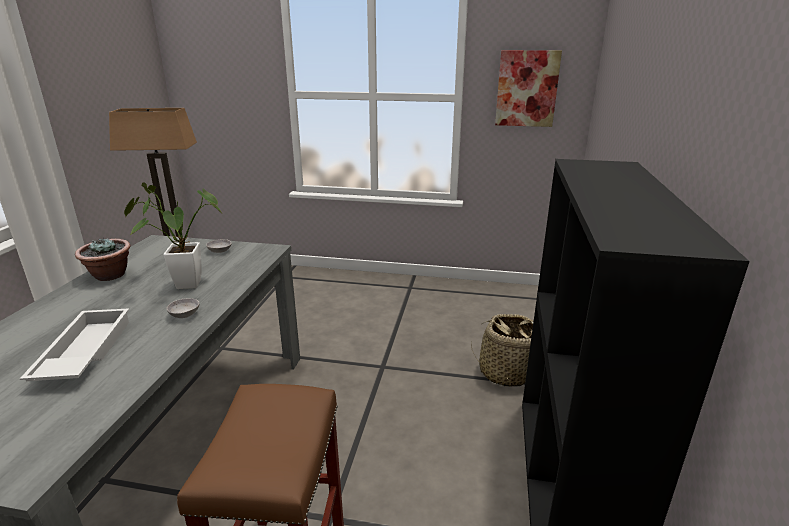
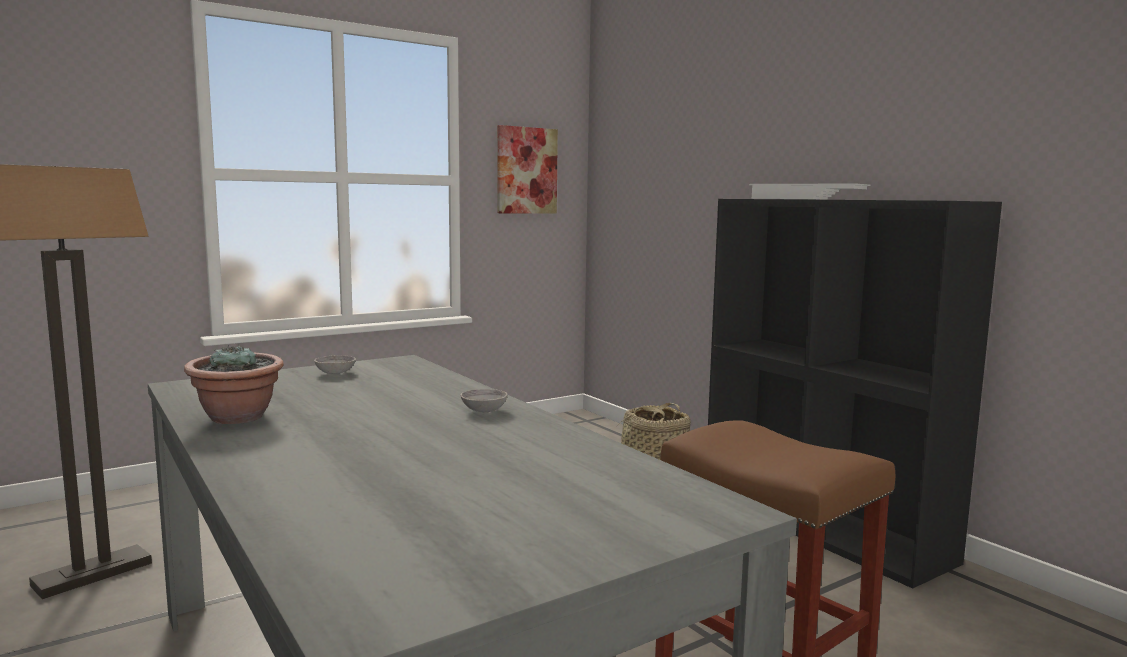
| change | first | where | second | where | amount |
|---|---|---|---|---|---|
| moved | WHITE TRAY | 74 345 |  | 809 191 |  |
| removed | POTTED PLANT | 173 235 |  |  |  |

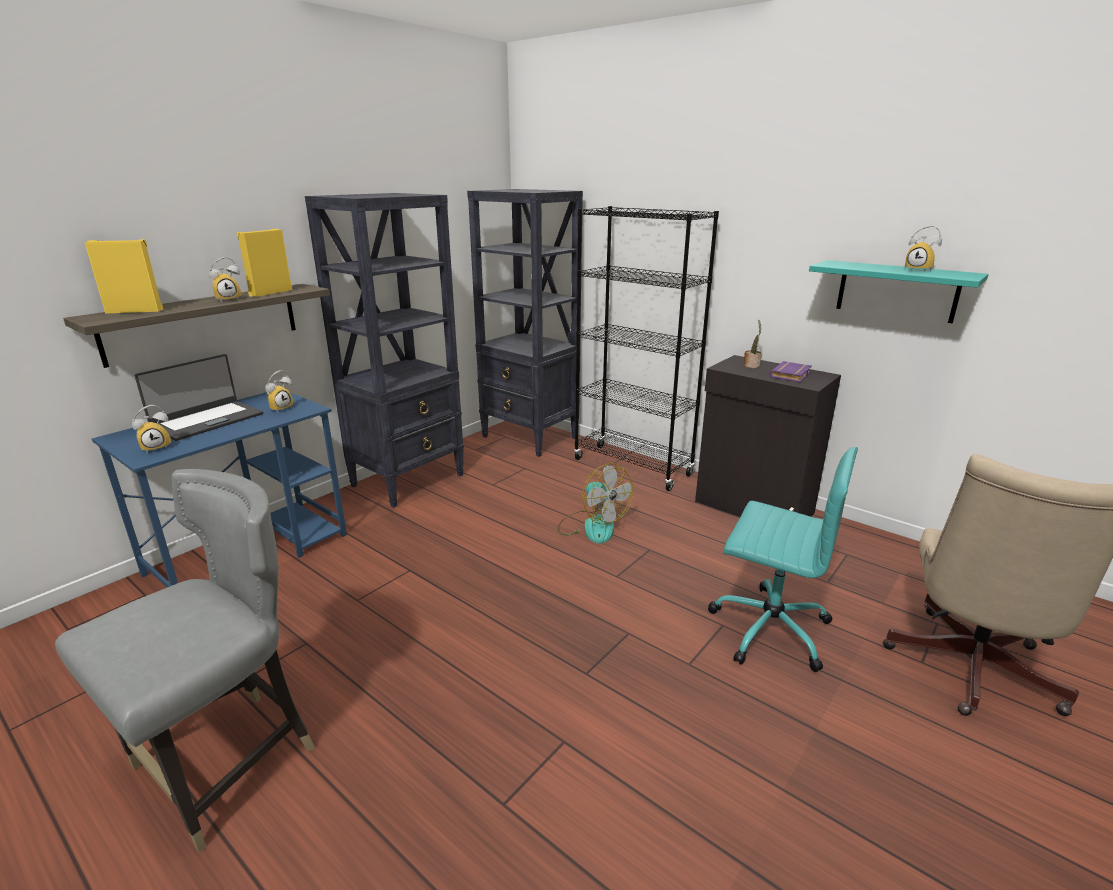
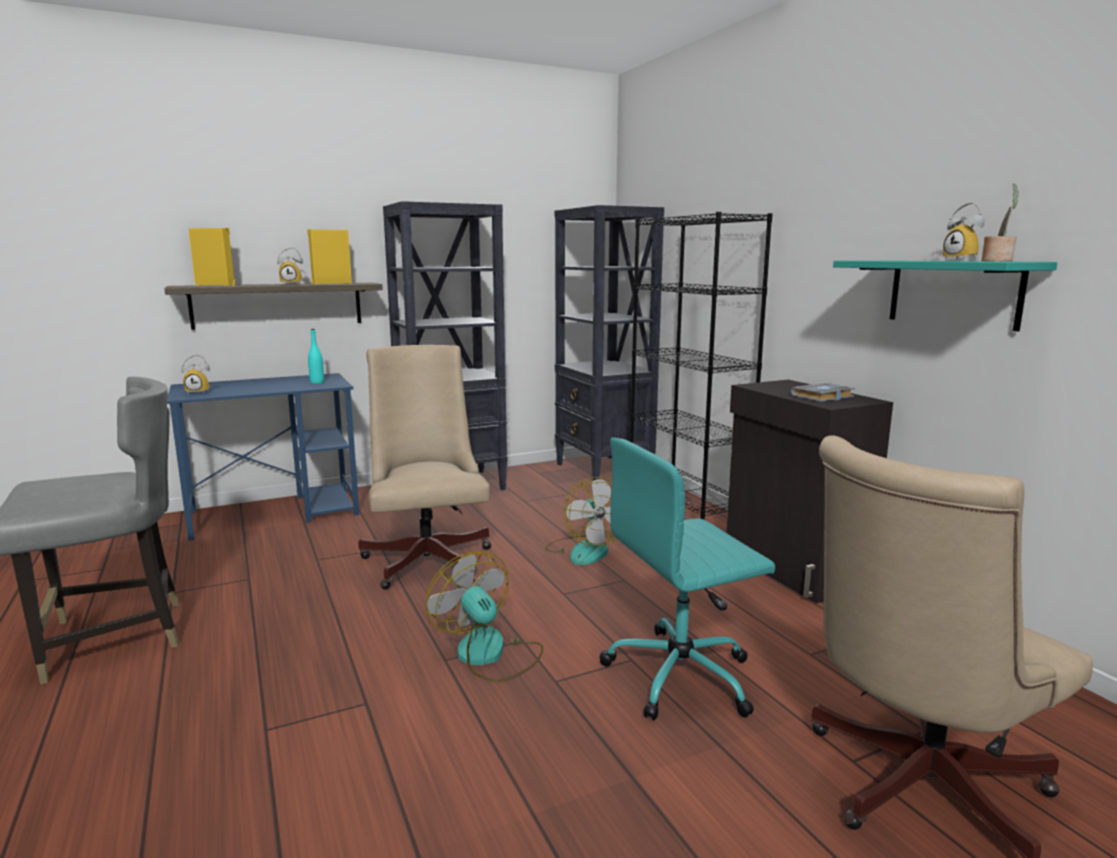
| change | first | where | second | where | amount |
|---|---|---|---|---|---|
| removed | LAPTOP | 198 397 |  |  |  |
| replaced | ALARM CLOCK | 279 391 | TURQUOISE BOTTLE | 316 356 |  |
| turned | TURQUOISE OFFICE CHAIR | 783 559 |  | 687 579 | 105 degrees clockwise |
| moved | POTTED PLANT | 752 344 |  | 1000 222 |  |
| recoloured | PURPLE BOOK | 790 371 | GREY BOOK | 823 392 |  |
| added |  |  | BEIGE OFFICE CHAIR | 424 467 |  |
| added |  |  | FAN | 485 617 |  |

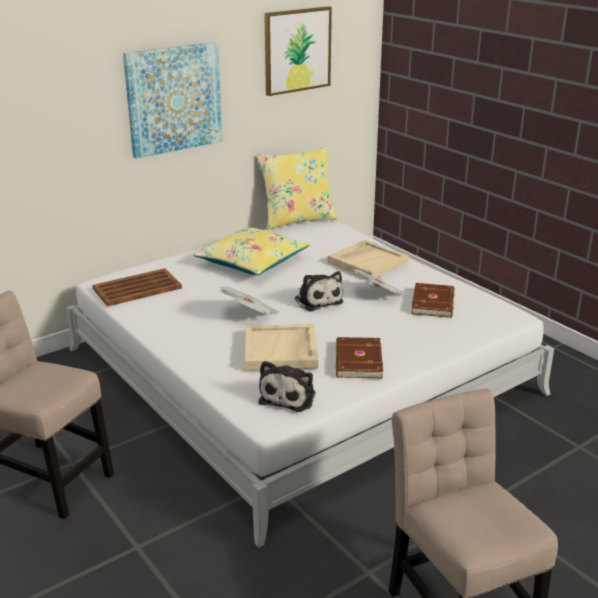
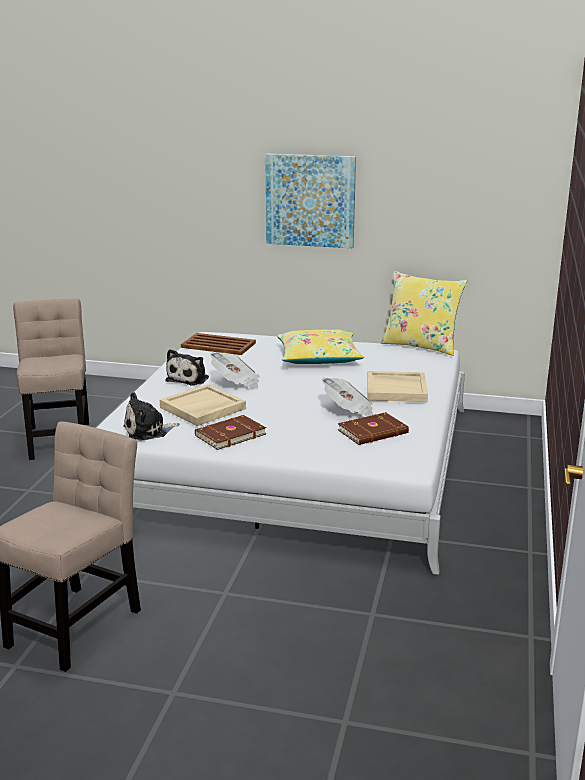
| change | first | where | second | where | amount |
|---|---|---|---|---|---|
| removed | PICTURE | 298 51 |  |  |  |
| moved | PLUSH TOY | 318 291 |  | 187 367 |  |

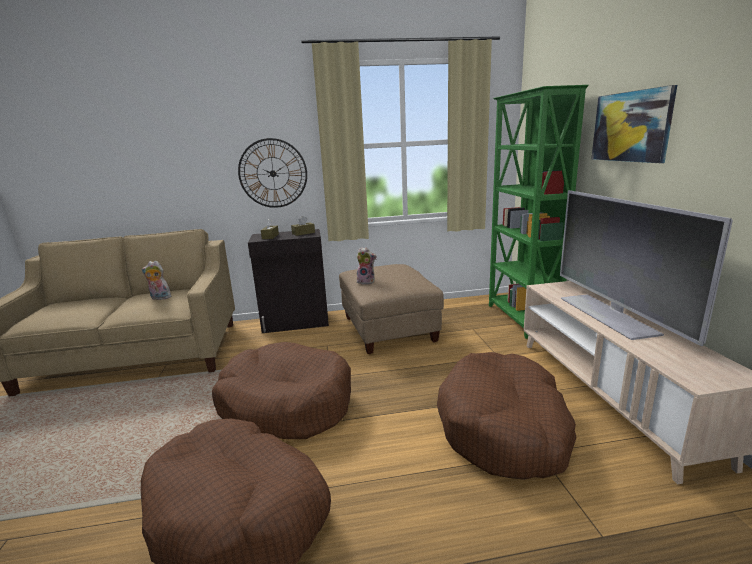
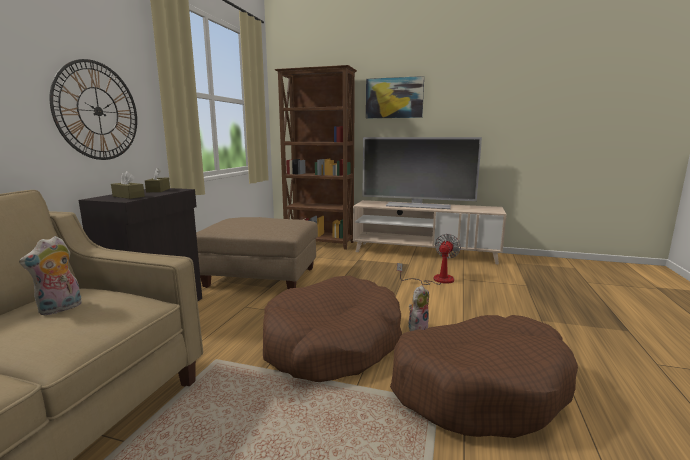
| change | first | where | second | where | amount |
|---|---|---|---|---|---|
| moved | PLUSH TOY | 367 266 |  | 419 308 |  |
| replaced | BROWN DOG BED | 507 416 | FAN | 429 259 |  |
| recoloured | GREEN BOOKCASE | 539 212 | BROWN BOOKCASE | 315 157 |  |

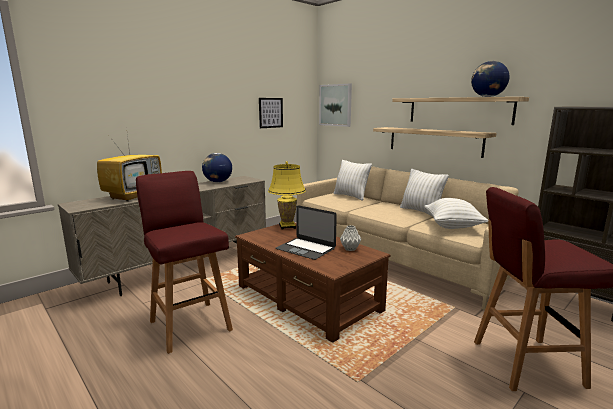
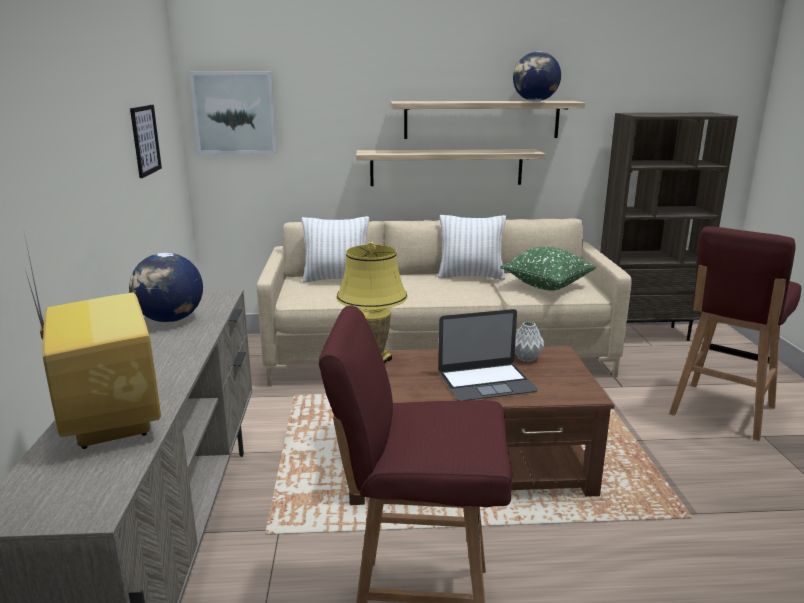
| change | first | where | second | where | amount |
|---|---|---|---|---|---|
| recoloured | WHITE PILLOW | 456 213 | GREEN PILLOW | 548 269 |  |

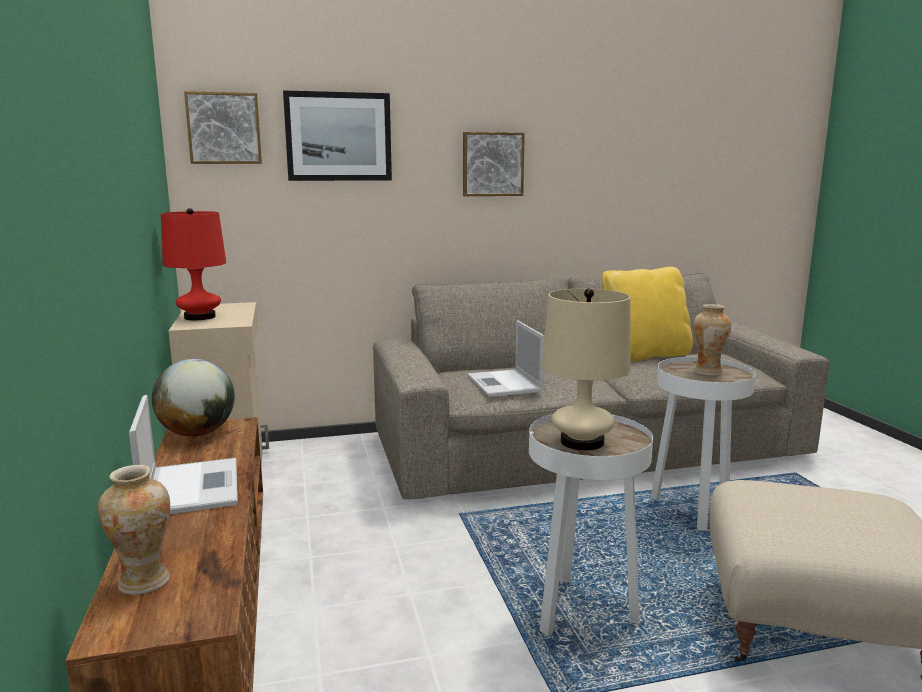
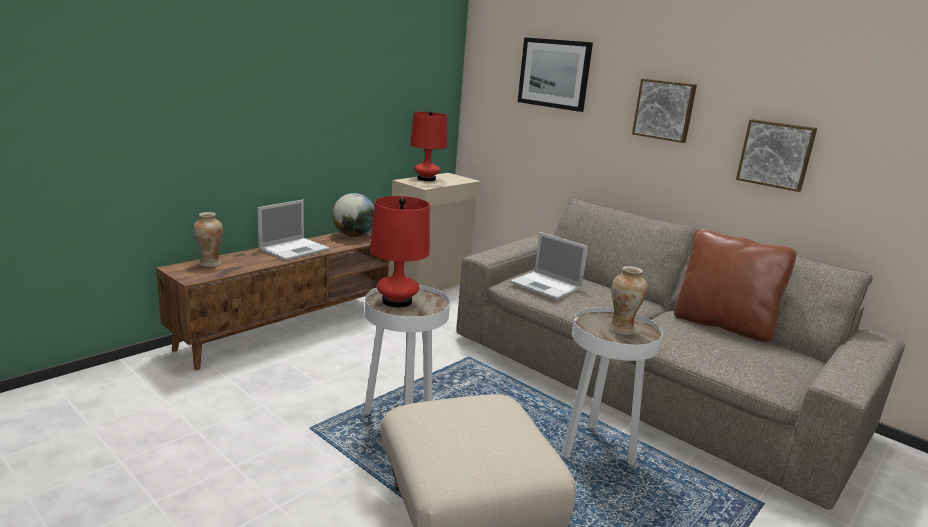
| change | first | where | second | where | amount |
|---|---|---|---|---|---|
| moved | PICTURE | 223 127 |  | 776 155 |  |
| turned | LAPTOP | 506 358 |  | 549 266 | 90 degrees counterclockwise |
| recoloured | BEIGE TABLE LAMP | 586 369 | RED TABLE LAMP | 400 252 |  |
| recoloured | YELLOW PILLOW | 647 314 | BROWN PILLOW | 735 286 |  |

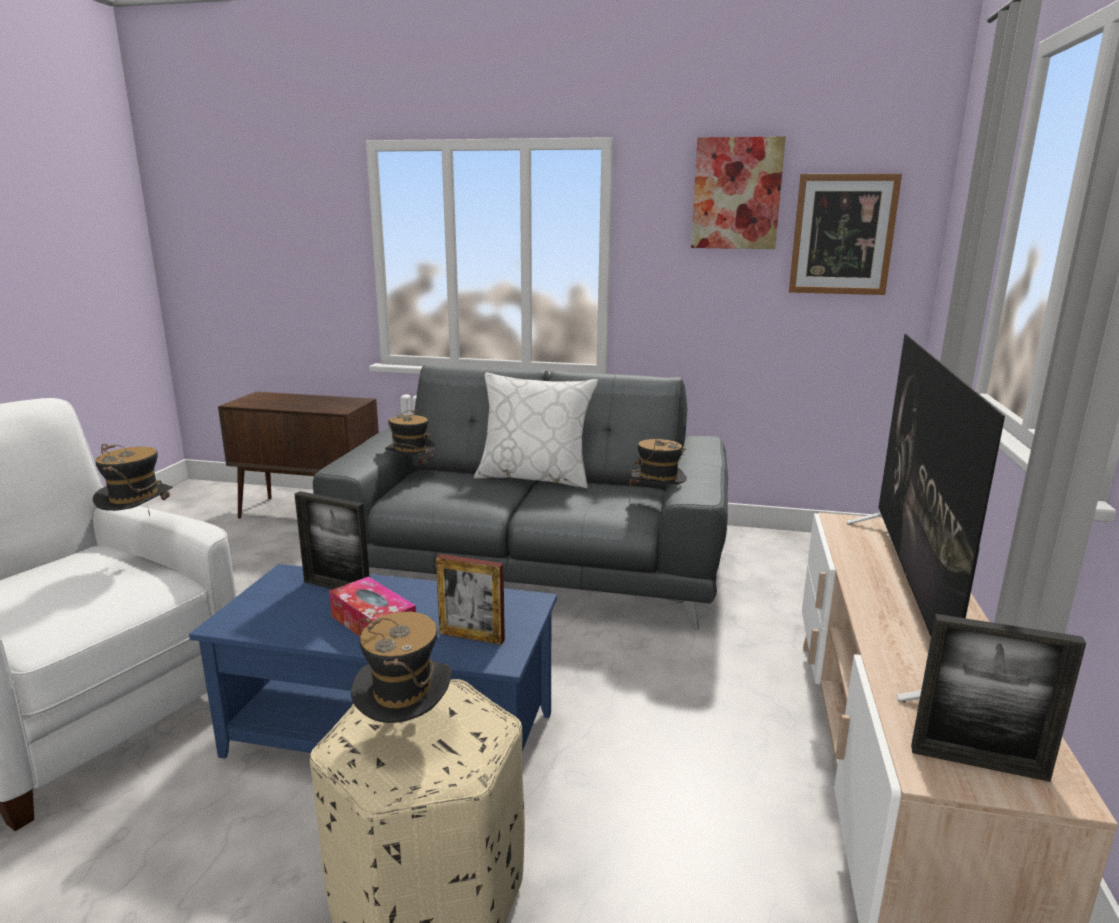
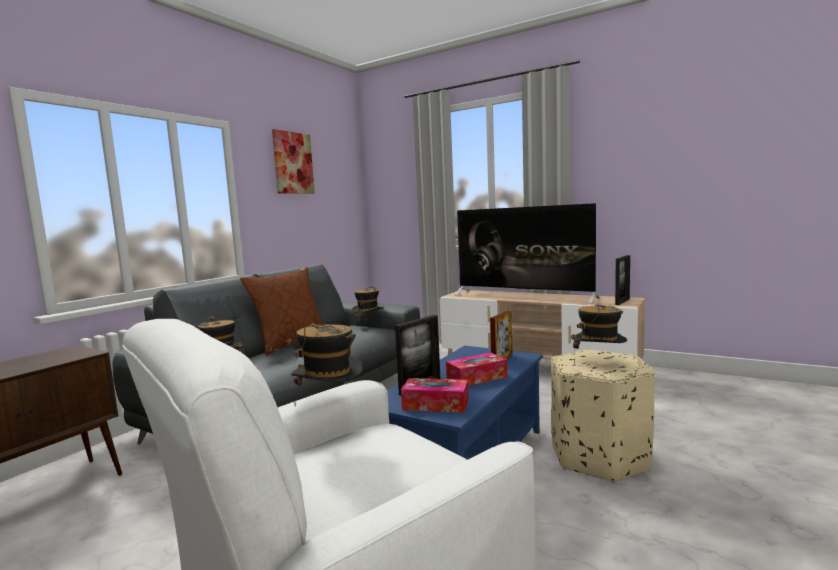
| change | first | where | second | where | amount |
|---|---|---|---|---|---|
| recoloured | WHITE PILLOW | 536 430 | BROWN PILLOW | 282 311 |  |
| removed | PICTURE | 845 234 |  |  |  |
| added |  |  | TISSUE BOX | 434 395 |  |

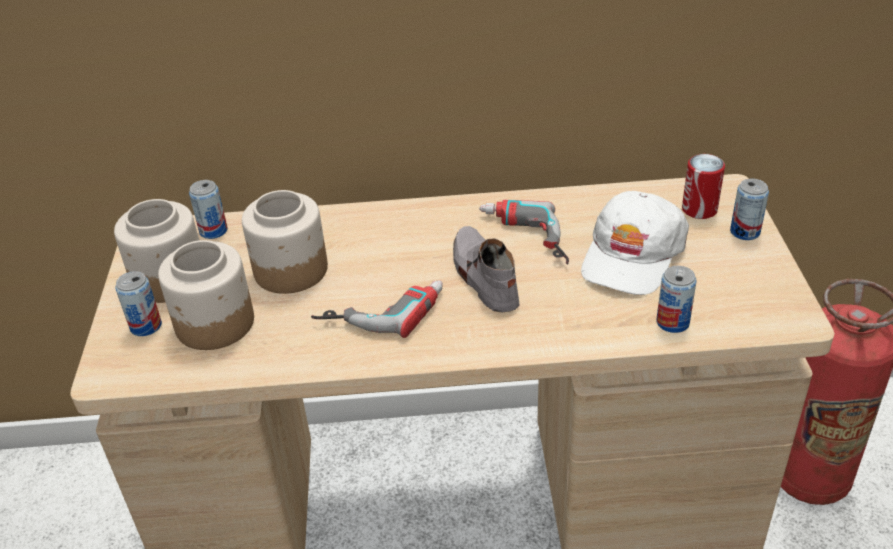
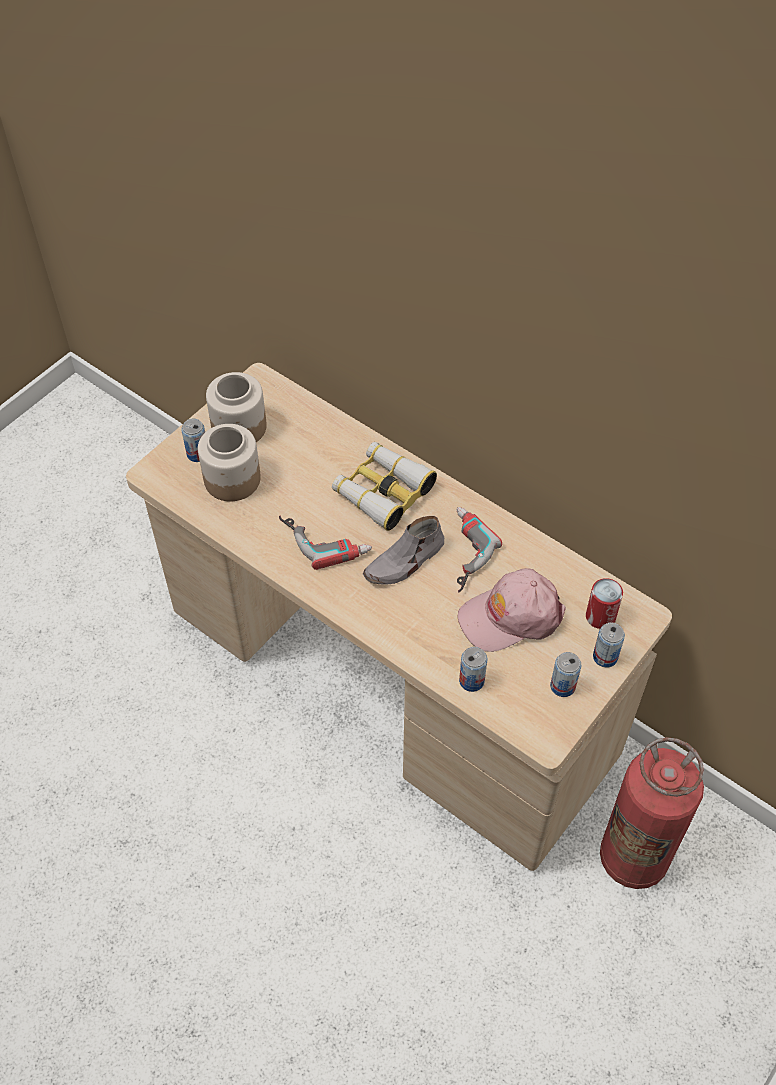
| change | first | where | second | where | amount |
|---|---|---|---|---|---|
| moved | CAN | 208 209 |  | 565 674 |  |
| removed | JAR | 285 242 |  |  |  |
| turned | GREY SHOE | 486 269 |  | 403 550 | 150 degrees counterclockwise |
| recoloured | WHITE CAP | 635 243 | PINK CAP | 512 610 |  |
| added |  |  | BINOCULARS | 384 486 |  |

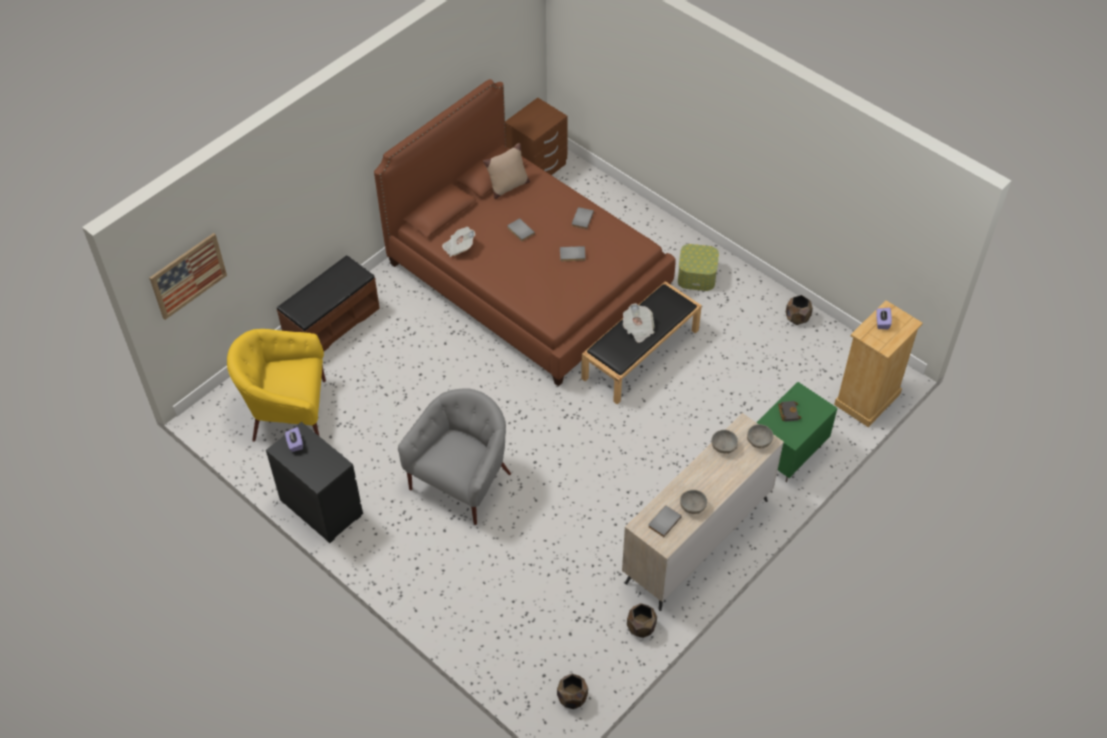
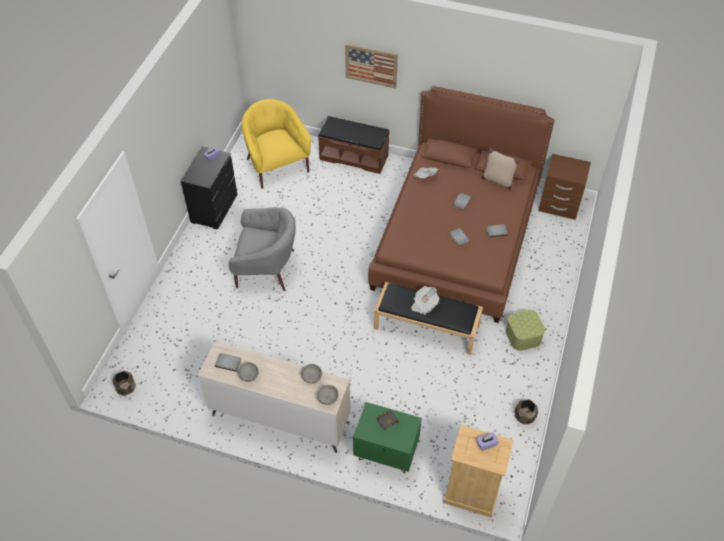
| change | first | where | second | where | amount |
|---|---|---|---|---|---|
| moved | PICTURE | 188 276 |  | 371 66 |  |
| removed | BROWN PLANTER | 642 620 |  |  |  |

